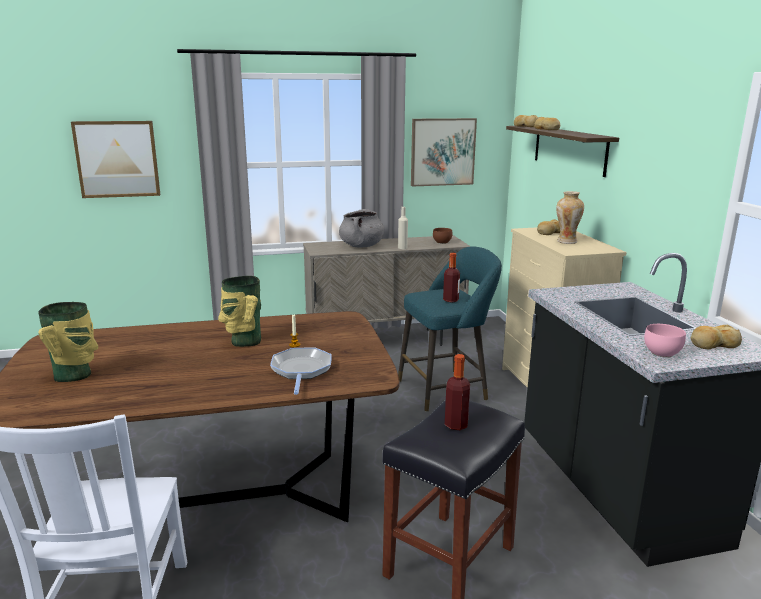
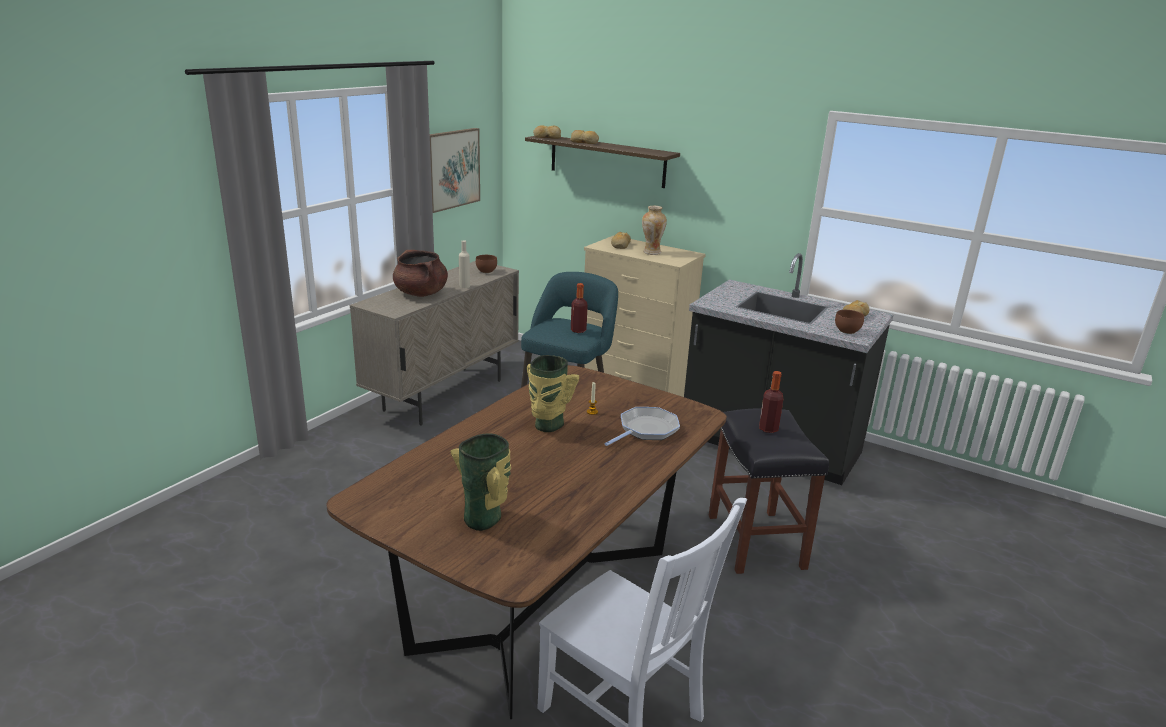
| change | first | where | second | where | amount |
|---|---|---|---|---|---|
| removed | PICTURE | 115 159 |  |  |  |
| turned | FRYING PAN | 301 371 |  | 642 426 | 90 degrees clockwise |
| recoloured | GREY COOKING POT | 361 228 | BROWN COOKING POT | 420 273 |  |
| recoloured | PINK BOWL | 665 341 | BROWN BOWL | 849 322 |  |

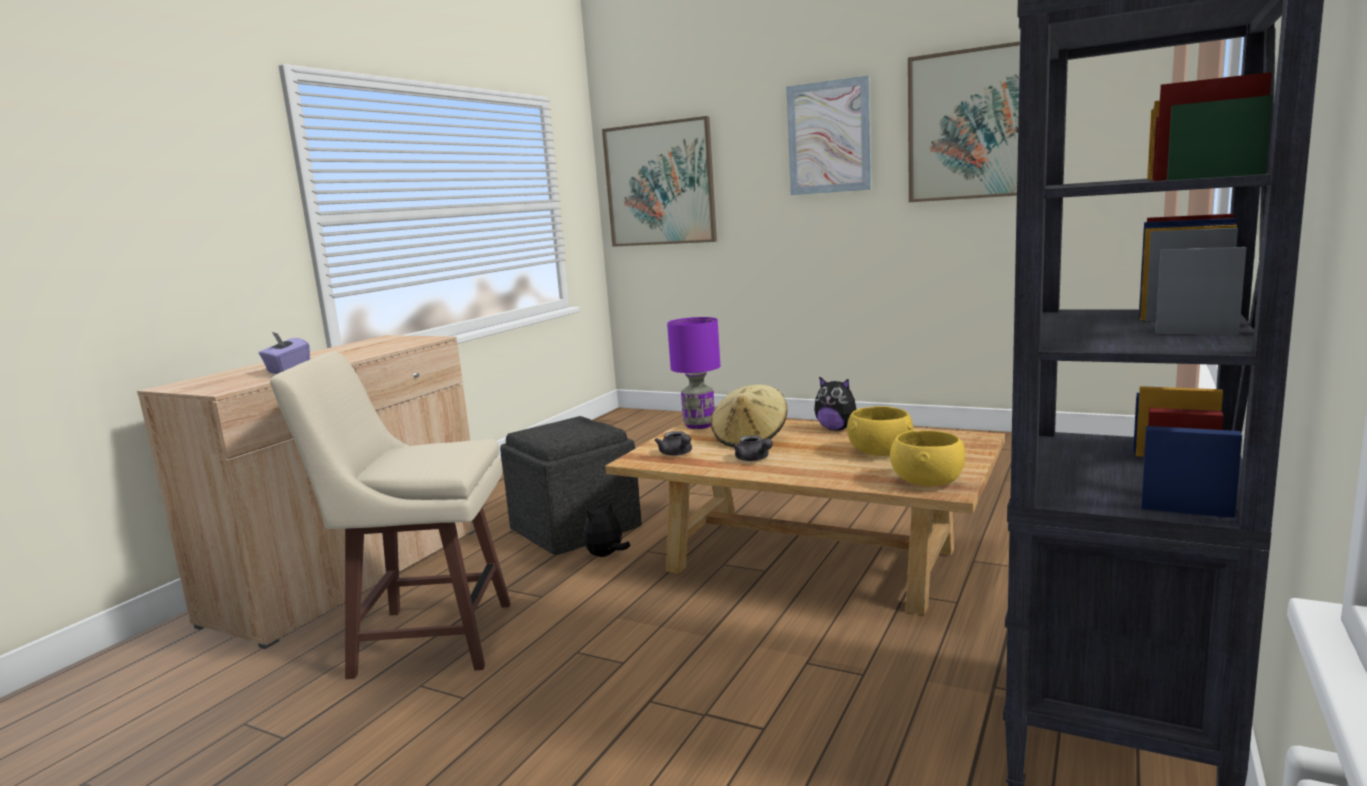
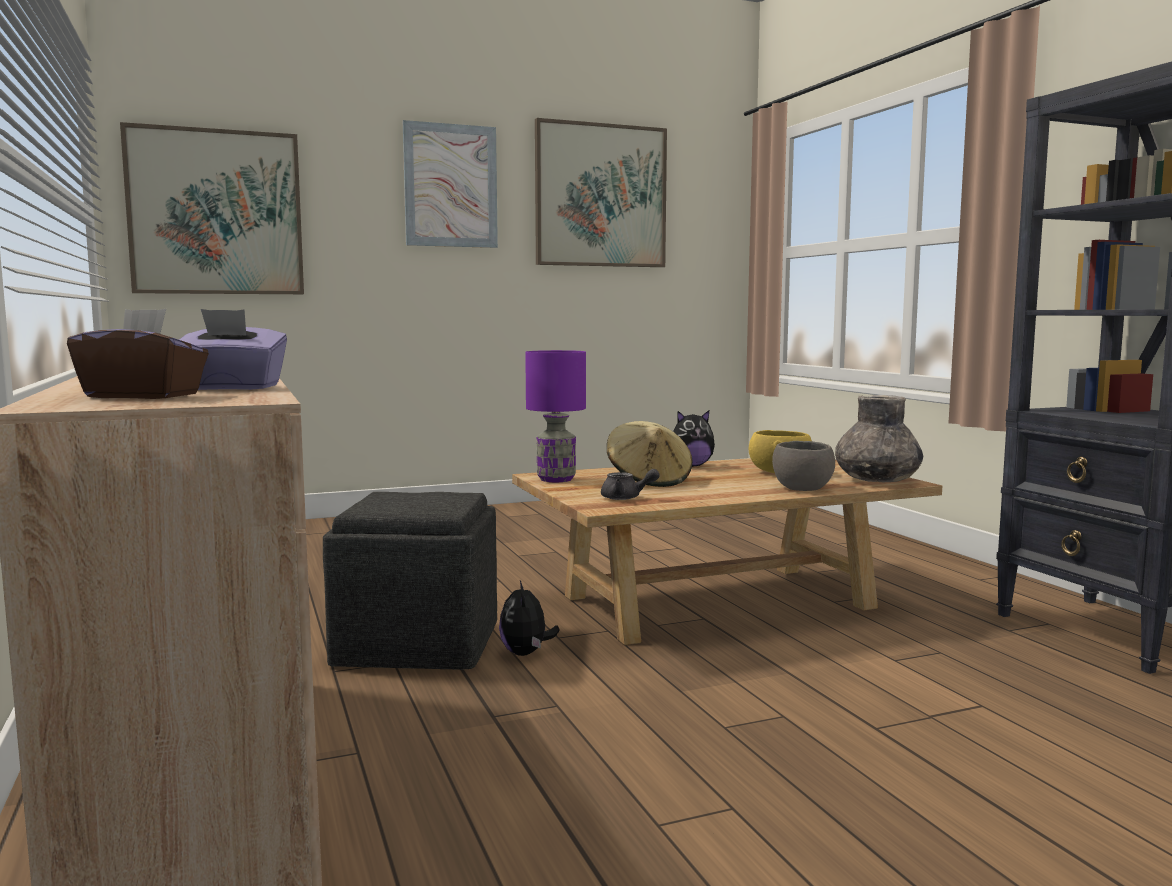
| change | first | where | second | where | amount |
|---|---|---|---|---|---|
| removed | BEIGE STOOL | 390 515 |  |  |  |
| removed | GREY TEAPOT | 752 448 |  |  |  |
| replaced | YELLOW BOWL | 927 458 | GREY VASE | 879 438 |  |
| added |  |  | BROWN TISSUE BOX | 138 354 |  |
| added |  |  | GREY BOWL | 803 466 |  |

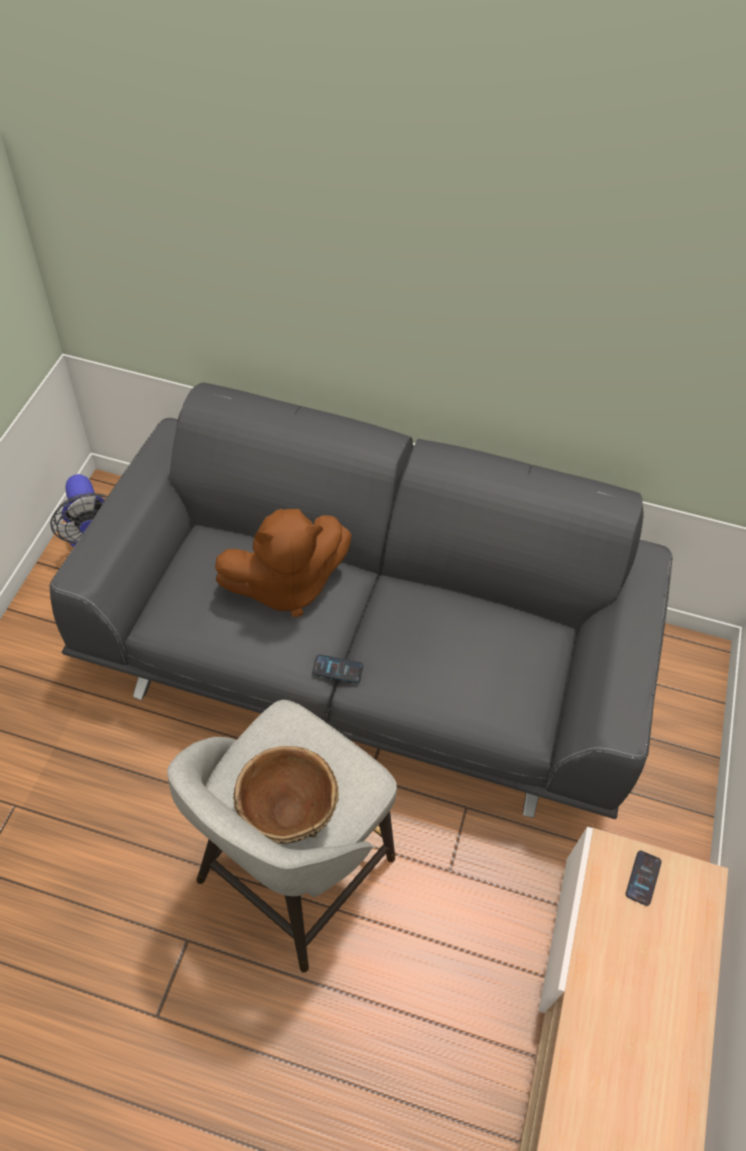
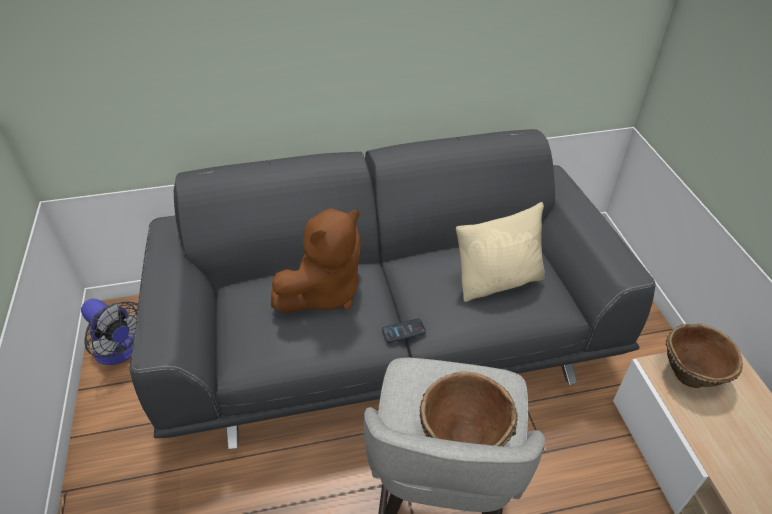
| change | first | where | second | where | amount |
|---|---|---|---|---|---|
| replaced | PHONE | 644 878 | BROWN BOWL | 704 355 |  |
| added |  |  | BEIGE PILLOW | 501 252 |  |

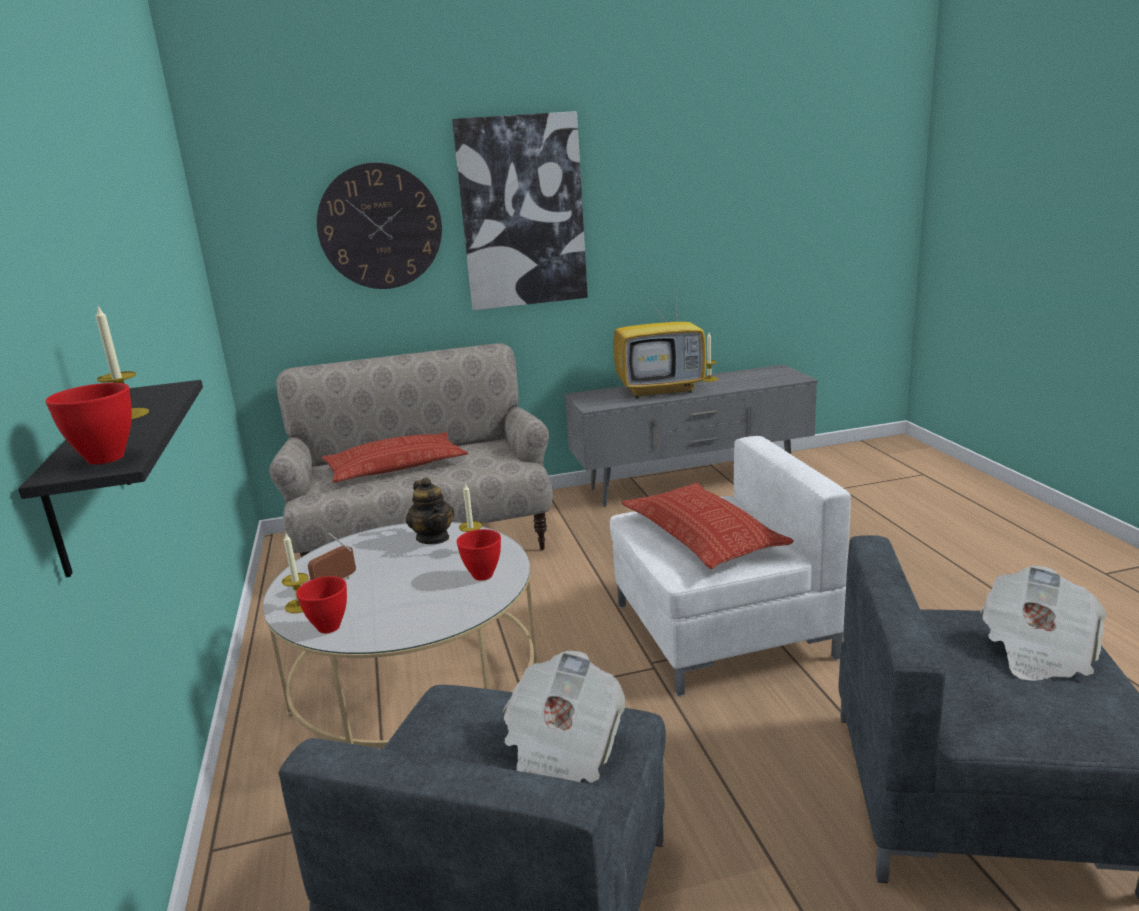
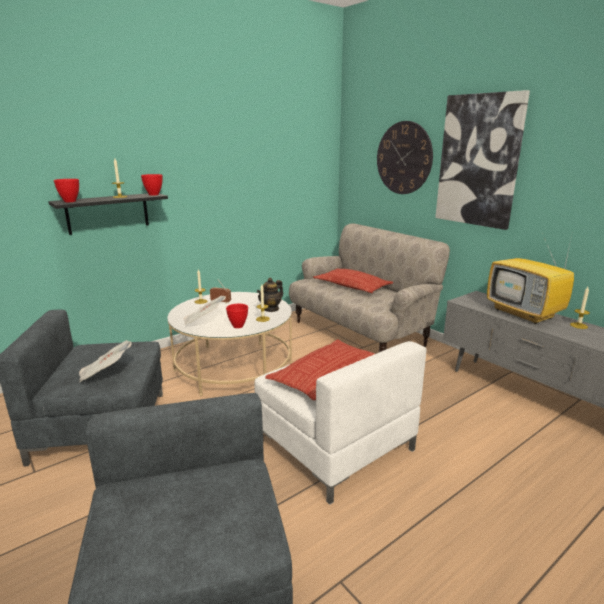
| change | first | where | second | where | amount |
|---|---|---|---|---|---|
| moved | RED BOWL | 321 604 |  | 152 185 |  |
| moved | NEWSPAPER | 1043 623 |  | 205 310 |  |

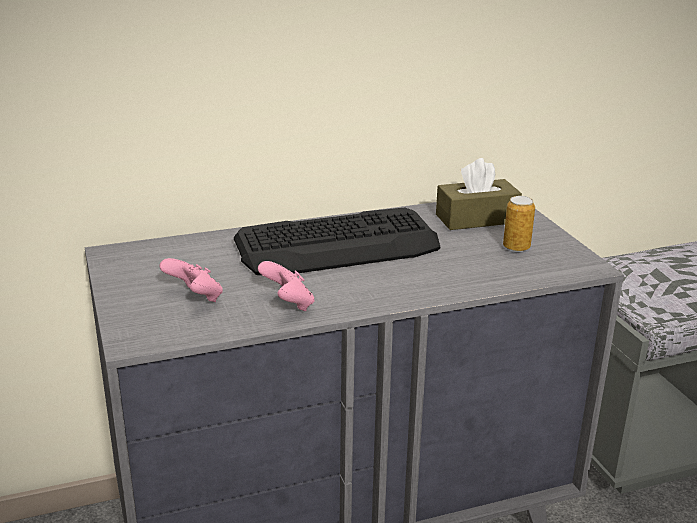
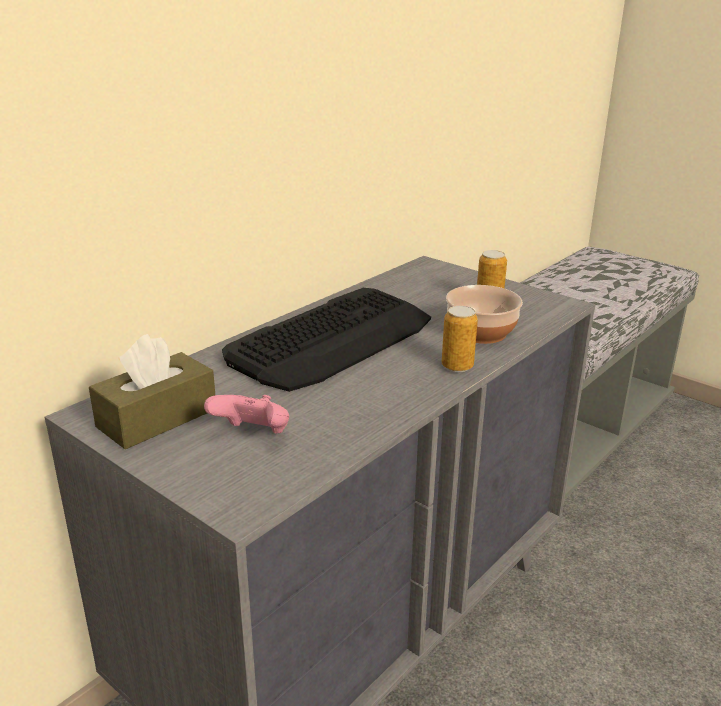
| change | first | where | second | where | amount |
|---|---|---|---|---|---|
| removed | PINK GAME CONTROLLER | 286 286 |  |  |  |
| moved | BROWN TISSUE BOX | 479 194 |  | 152 391 |  |
| added |  |  | CAN | 460 339 |  |
| added |  |  | BOWL | 484 314 |  |

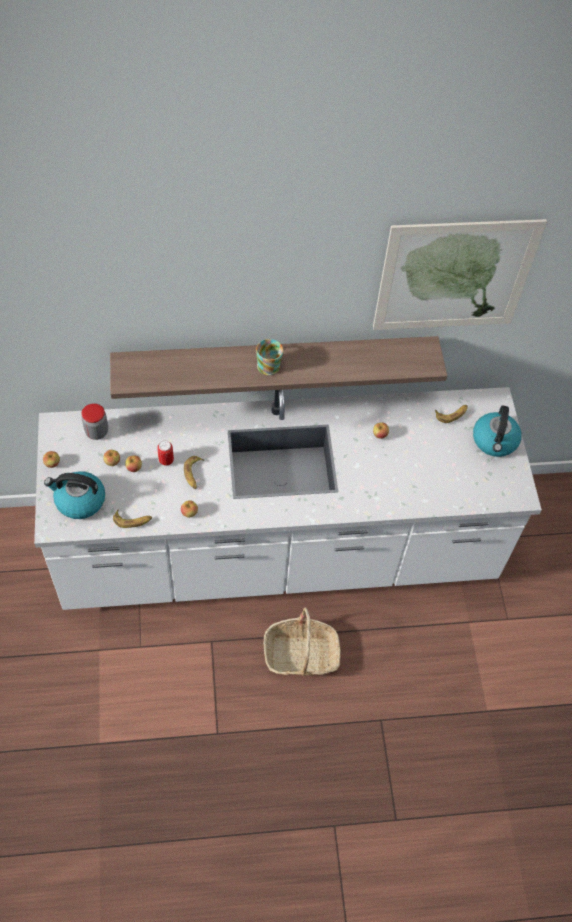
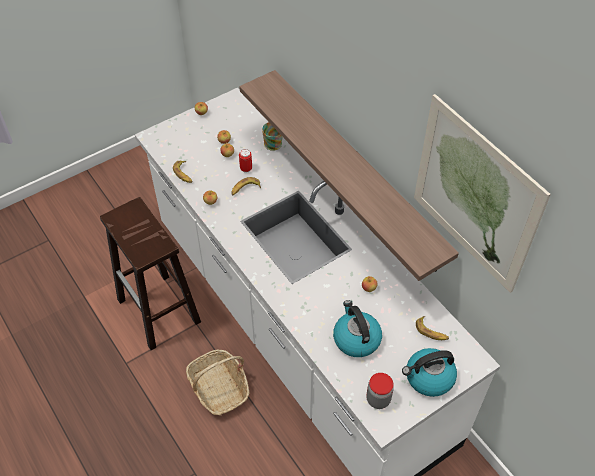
| change | first | where | second | where | amount |
|---|---|---|---|---|---|
| moved | KETTLE | 74 495 |  | 357 328 |  |
| moved | JAR | 95 421 |  | 380 391 |  |
| moved | MUG | 270 357 |  | 272 136 |  |
| added |  |  | BROWN STOOL | 150 273 |  |

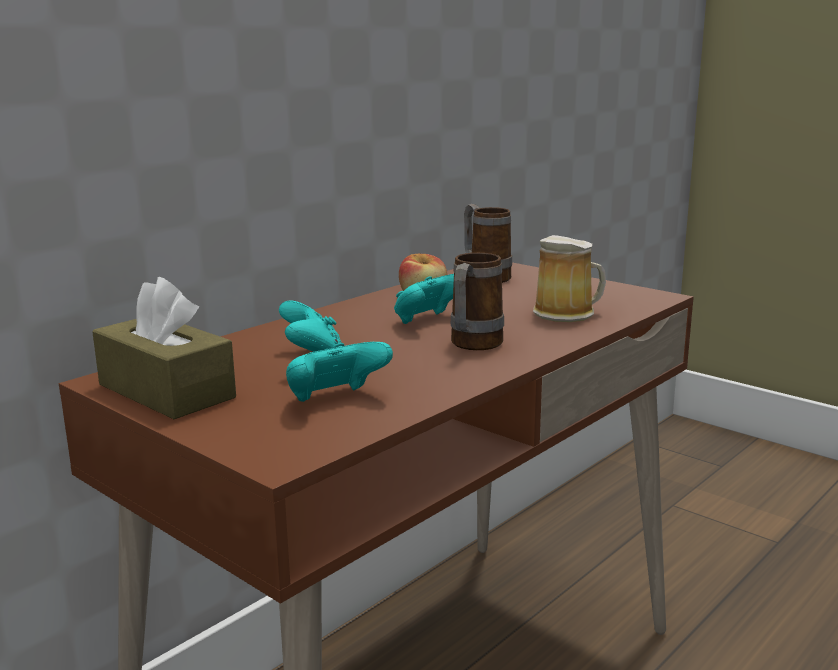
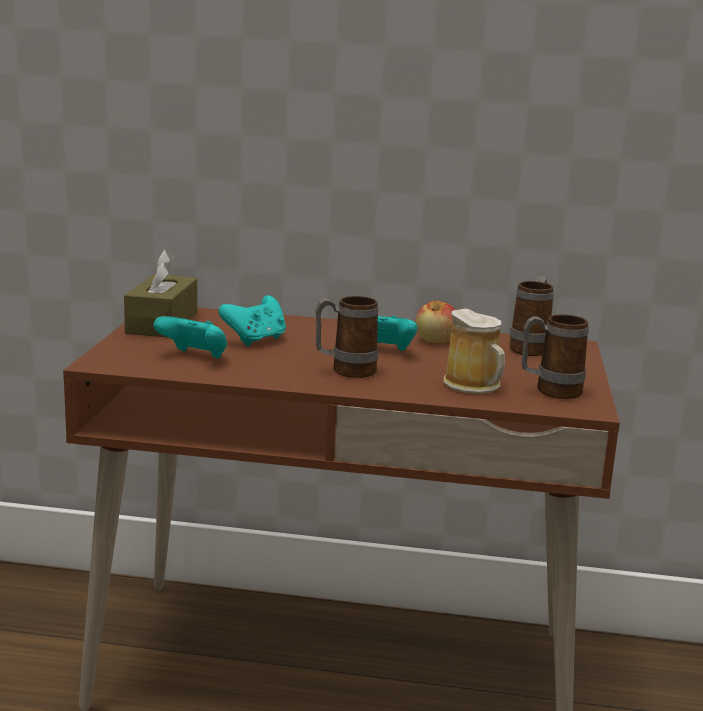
| change | first | where | second | where | amount |
|---|---|---|---|---|---|
| added |  |  | MUG | 555 356 |  |

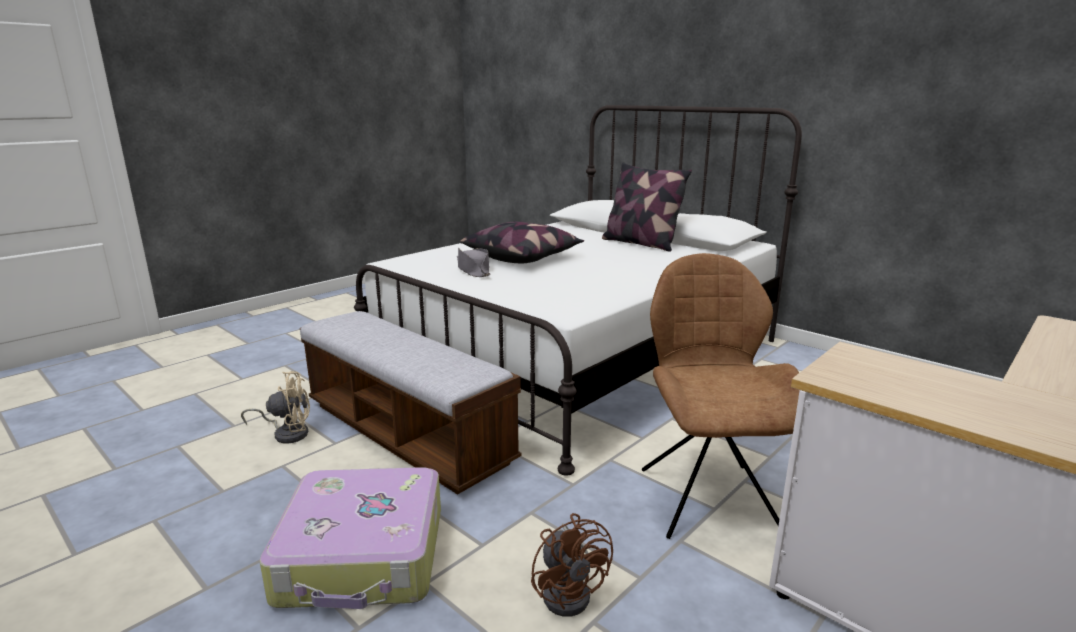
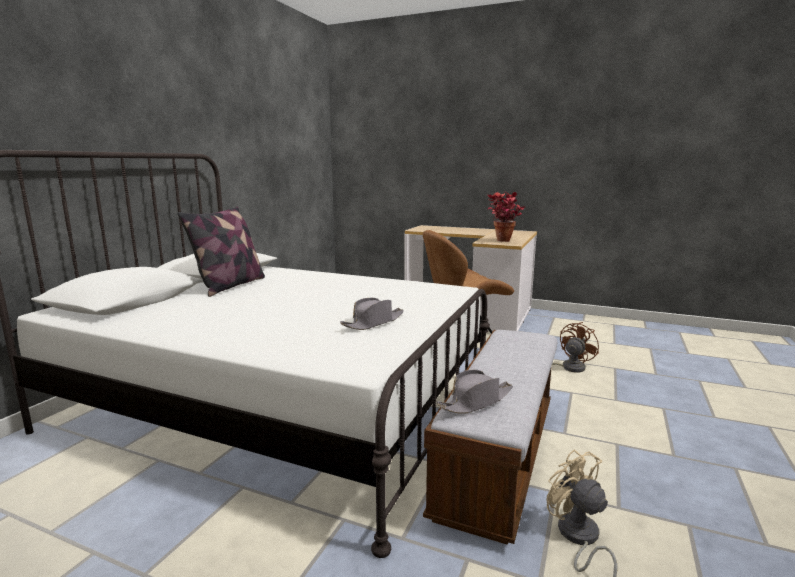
| change | first | where | second | where | amount |
|---|---|---|---|---|---|
| removed | SUITCASE | 350 538 |  |  |  |
| removed | PILLOW | 522 242 |  |  |  |
| added |  |  | GREY HAT | 475 392 |  |
| added |  |  | POTTED PLANT | 506 217 |  |

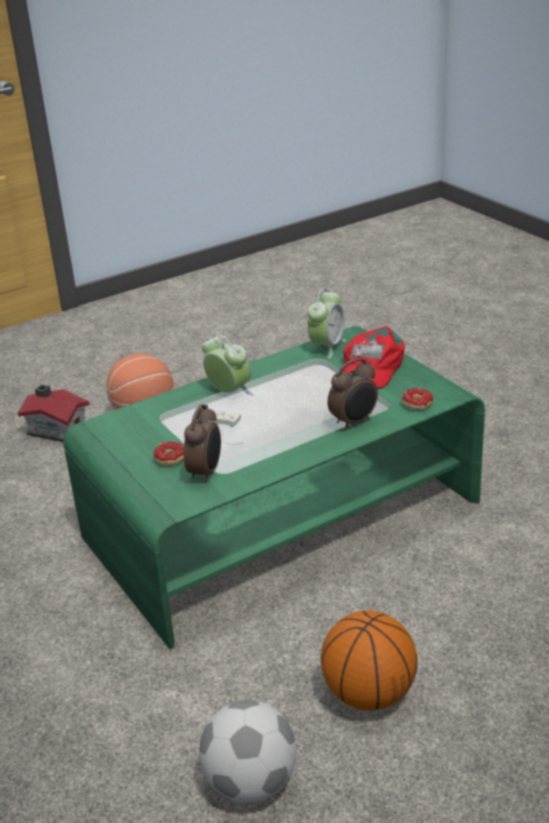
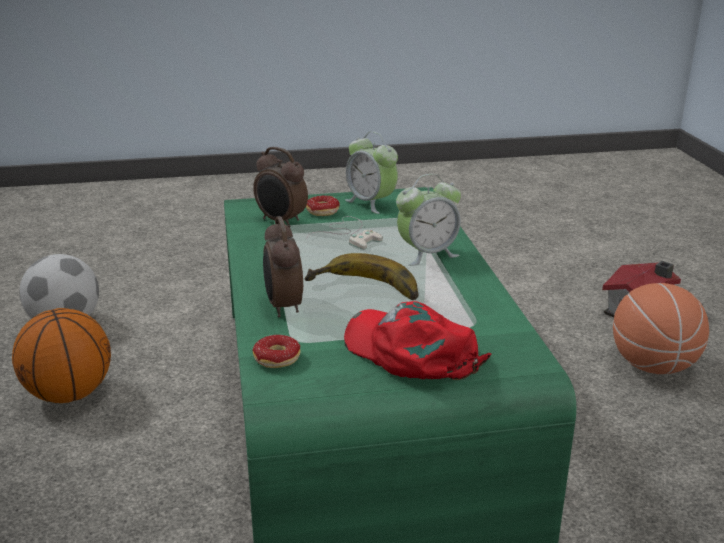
| change | first | where | second | where | amount |
|---|---|---|---|---|---|
| moved | ALARM CLOCK | 327 324 |  | 371 172 |  |
| added |  |  | BANANA | 361 276 |  |

